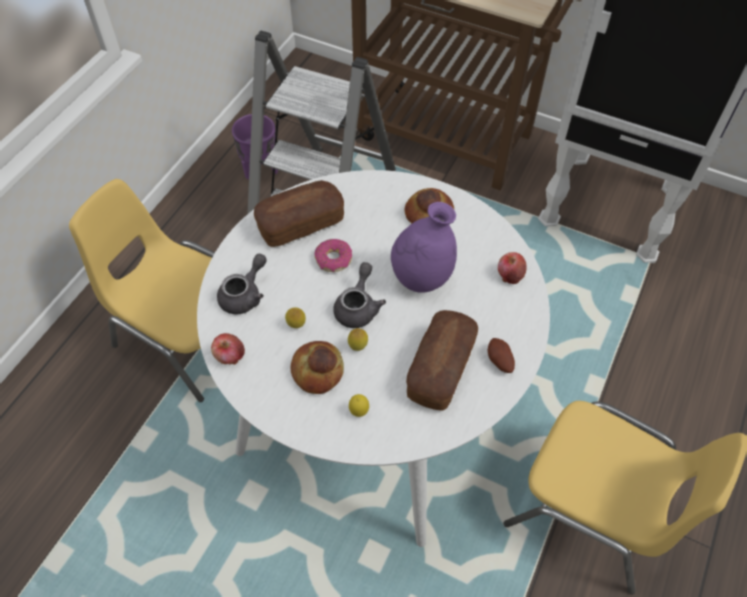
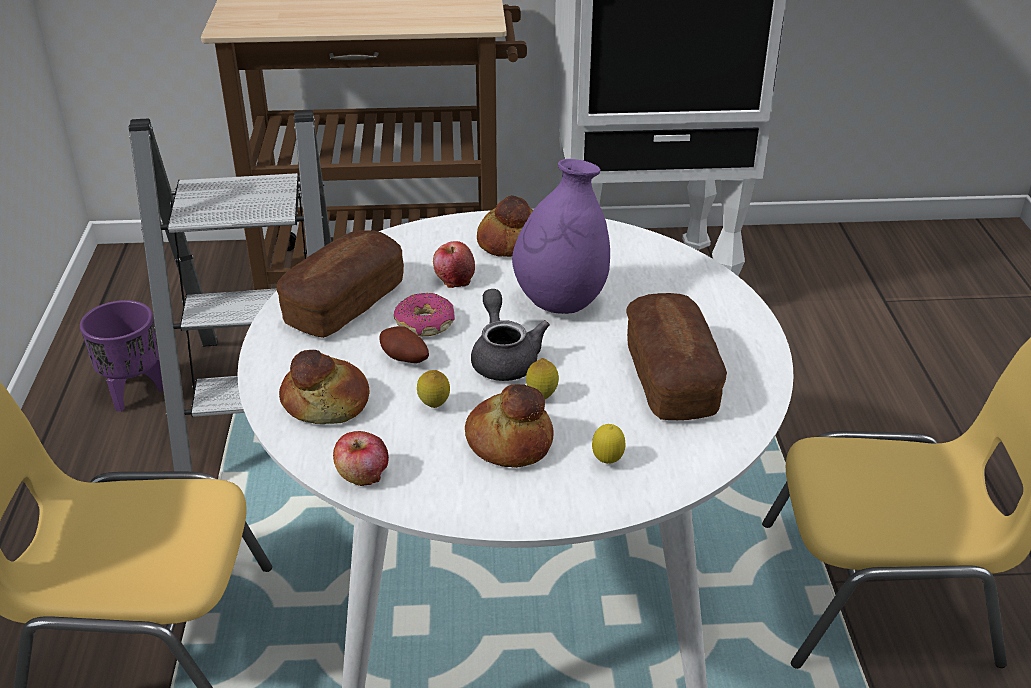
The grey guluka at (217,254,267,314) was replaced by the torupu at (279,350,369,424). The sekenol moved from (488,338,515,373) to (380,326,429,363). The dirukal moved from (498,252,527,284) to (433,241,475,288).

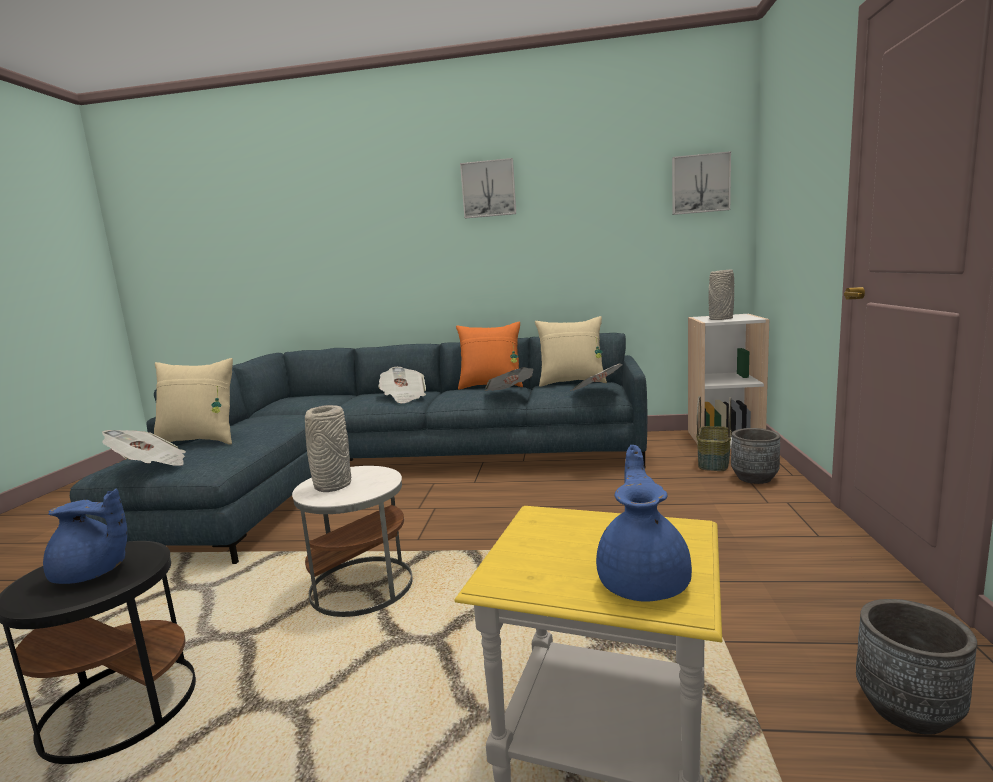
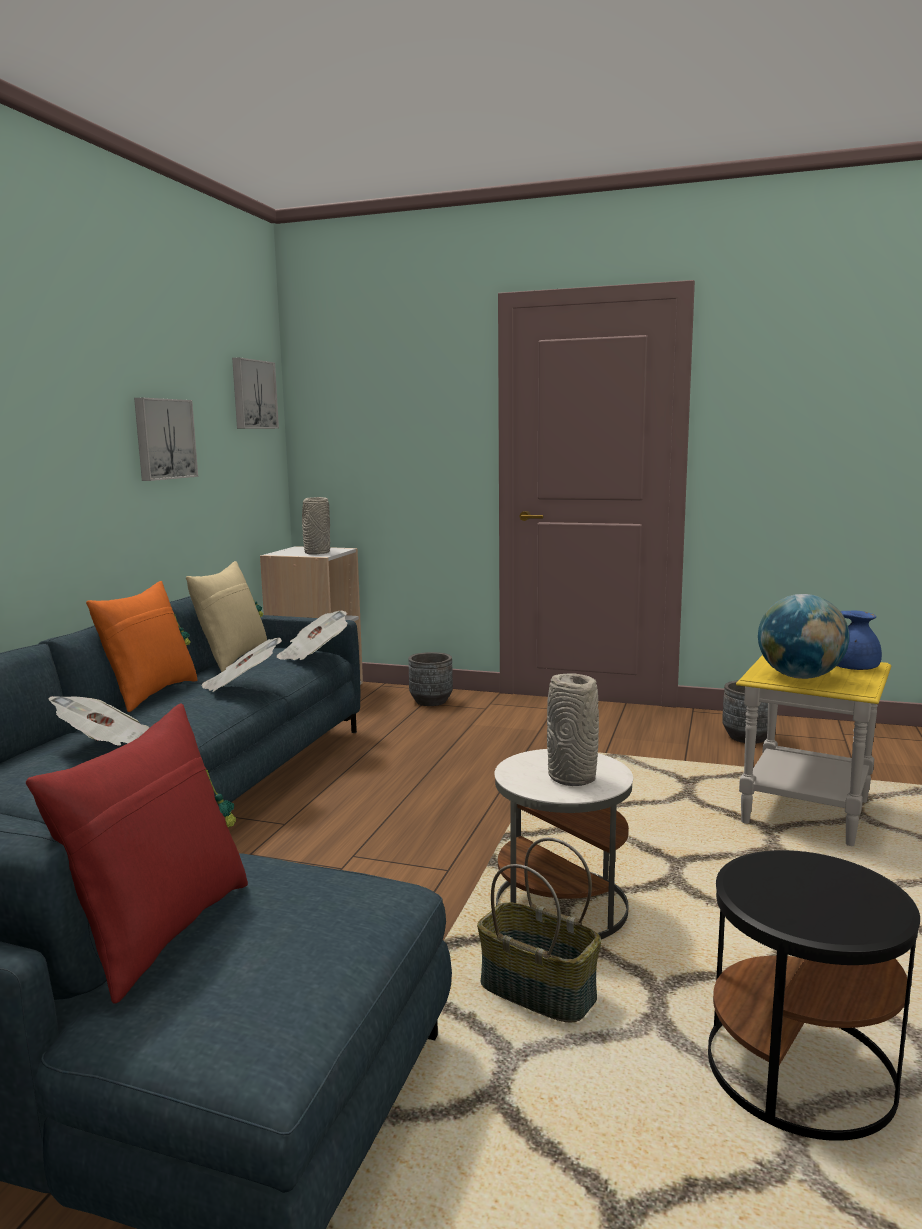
The blue guluka at (43,489,127,584) disappeared. The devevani at (102,430,186,466) disappeared. The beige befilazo at (154,358,233,445) became the red befilazo at (26,704,248,1003). The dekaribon moved from (460,158,516,218) to (134,398,198,481). The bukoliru moved from (696,396,732,471) to (477,837,601,1023). The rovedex at (758,594,849,679) appeared.

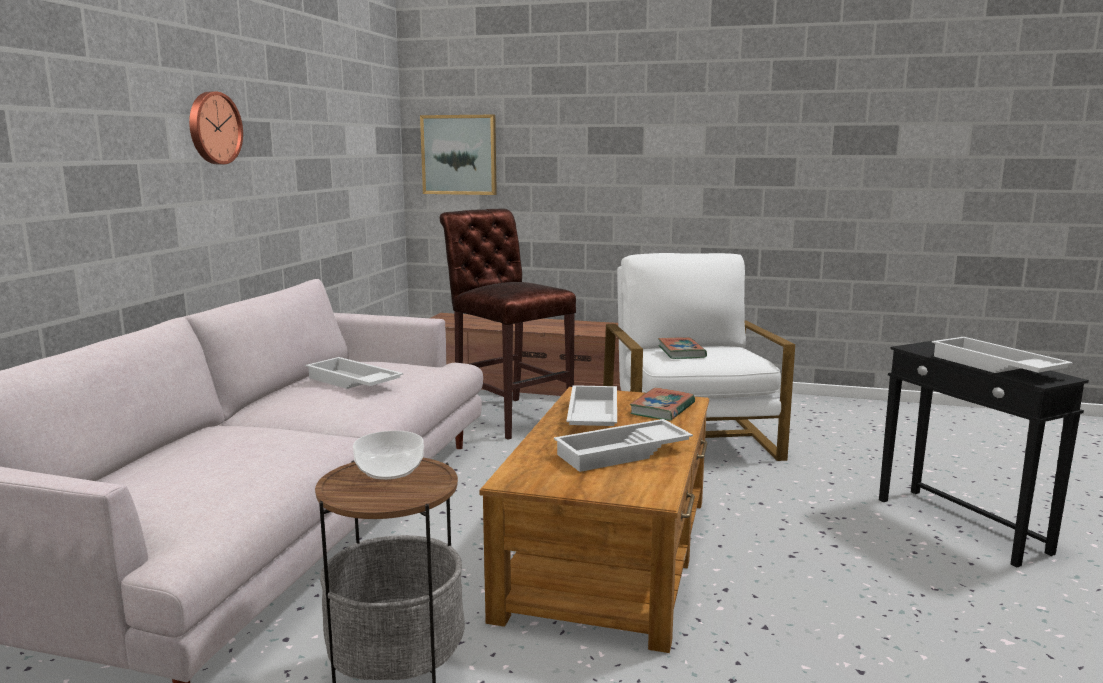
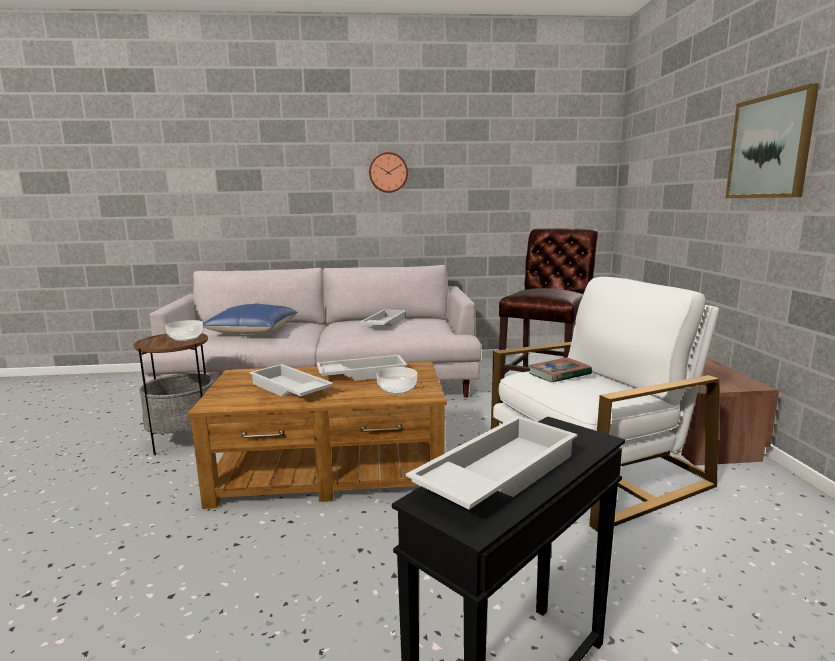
The dekaribon moved from (420,115,497,195) to (726,83,819,198). The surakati at (629,387,695,421) was replaced by the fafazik at (377,367,418,395). The blue befilazo at (203,304,298,334) appeared.

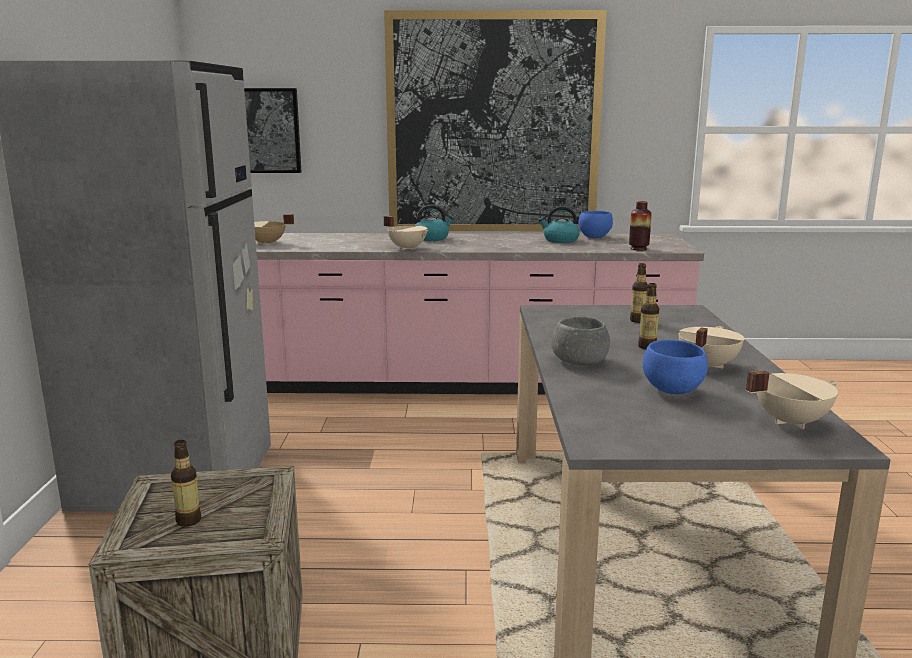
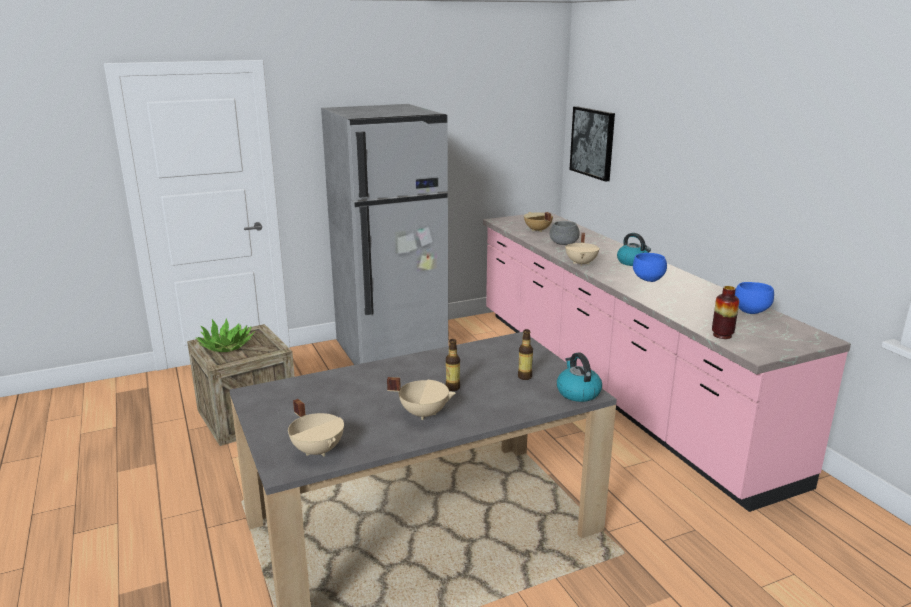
The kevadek at (171,440,201,527) was replaced by the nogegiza at (195,318,255,352). The dekaribon at (384,10,607,232) disappeared. The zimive moved from (539,206,580,243) to (557,353,602,402). The grey fafazik moved from (551,316,610,365) to (550,221,580,245). The blue fafazik moved from (643,340,708,394) to (633,253,667,282).

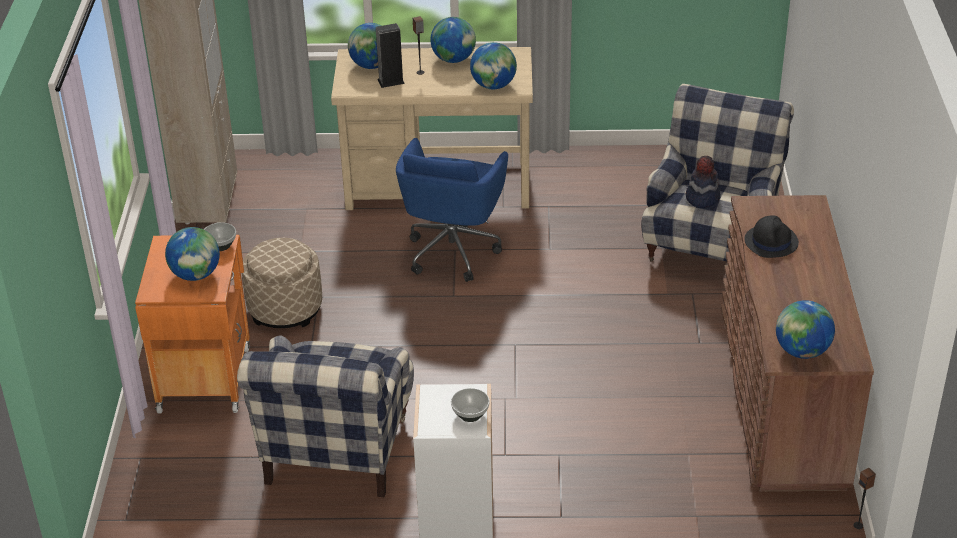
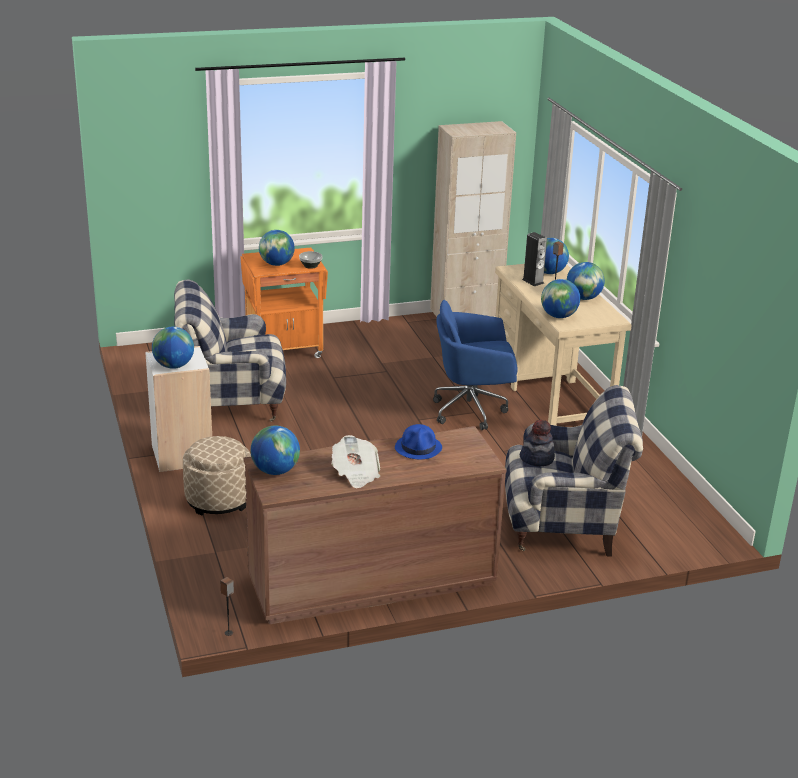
The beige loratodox moved from (242,238,322,328) to (183,436,251,515). The fafazik at (451,388,490,422) was replaced by the rovedex at (152,327,194,369). The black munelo at (744,215,799,258) became the blue munelo at (395,424,442,459). The devevani at (331,435,380,488) appeared.

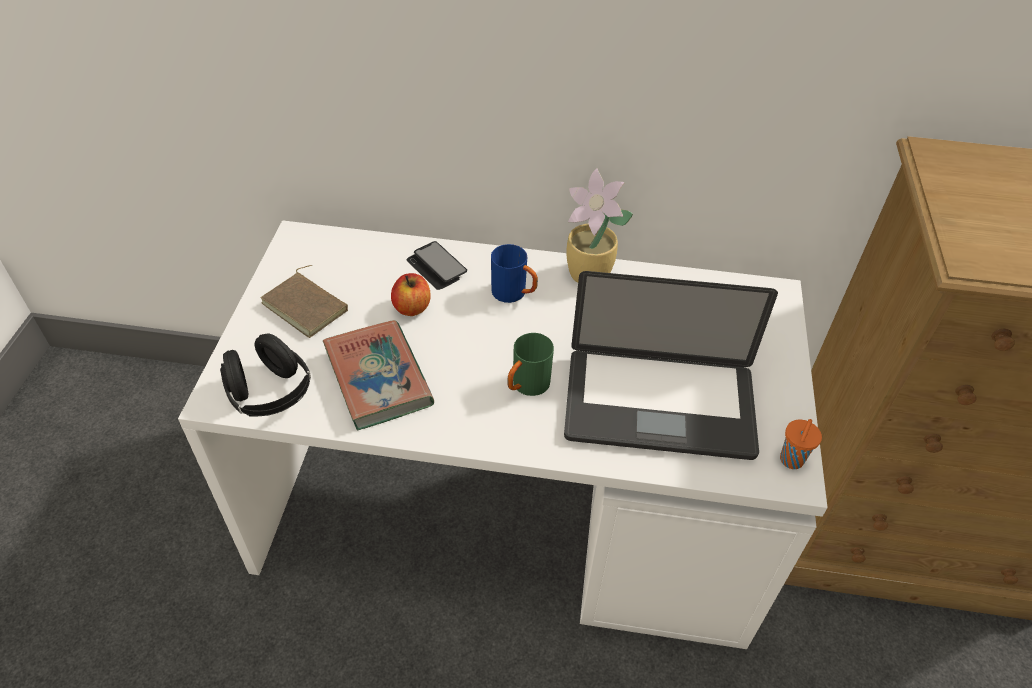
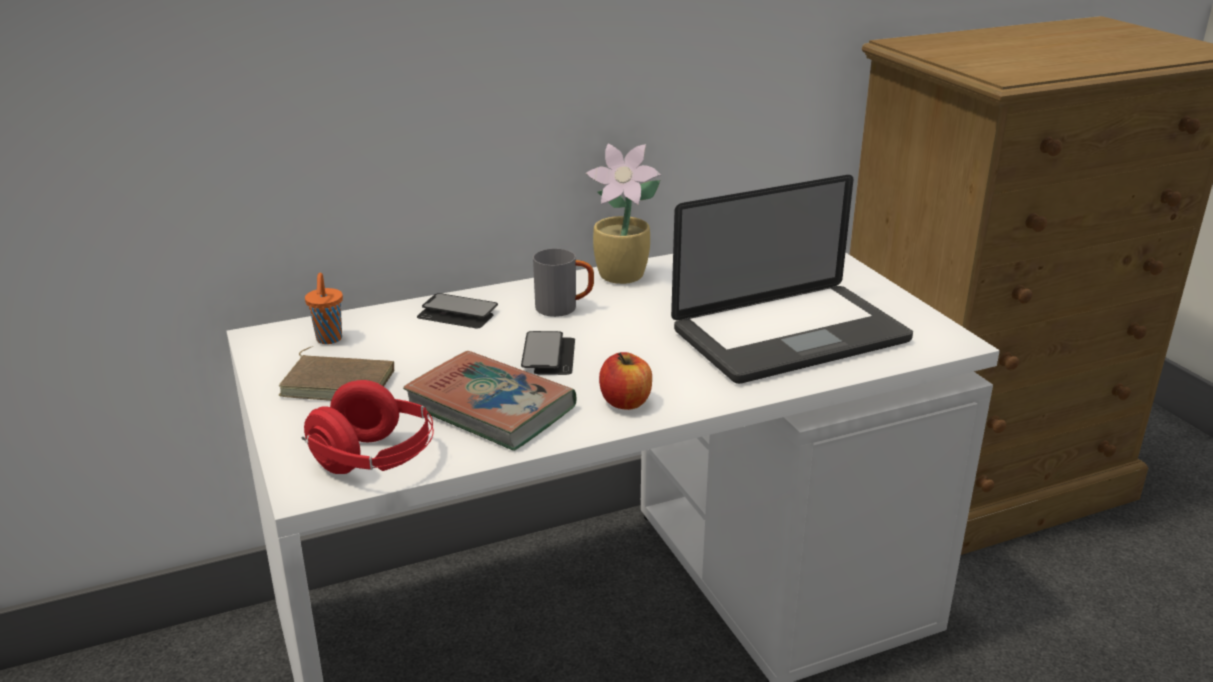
The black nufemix at (220,333,311,416) became the red nufemix at (301,380,434,474). The dirukal moved from (391,273,431,316) to (599,352,652,410). The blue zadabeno at (491,244,538,303) became the grey zadabeno at (533,249,594,317). The green zadabeno at (507,333,554,396) disappeared. The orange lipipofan moved from (780,419,822,469) to (305,272,343,344). The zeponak at (521,331,575,375) appeared.

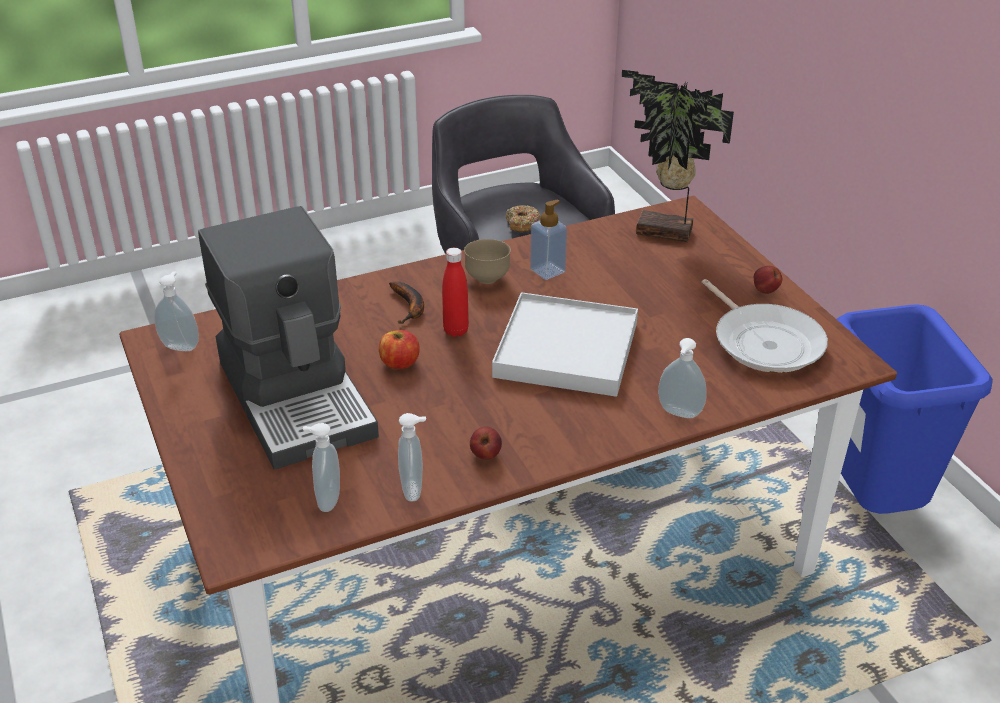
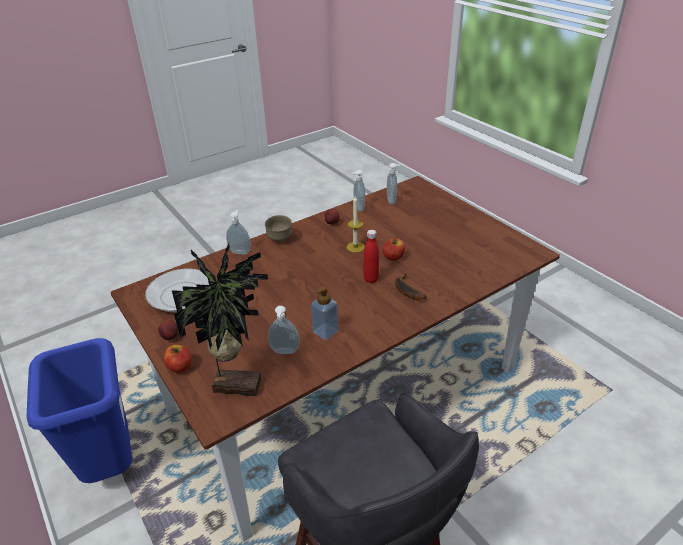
The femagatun moved from (154,271,199,351) to (268,306,300,354). The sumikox at (198,206,379,470) disappeared. The brown fafazik moved from (464,239,511,284) to (265,215,292,242). The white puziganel at (492,292,638,397) disappeared. The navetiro at (506,205,541,232) disappeared. The dirukal at (164,345,192,373) appeared. The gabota at (347,196,365,253) appeared.

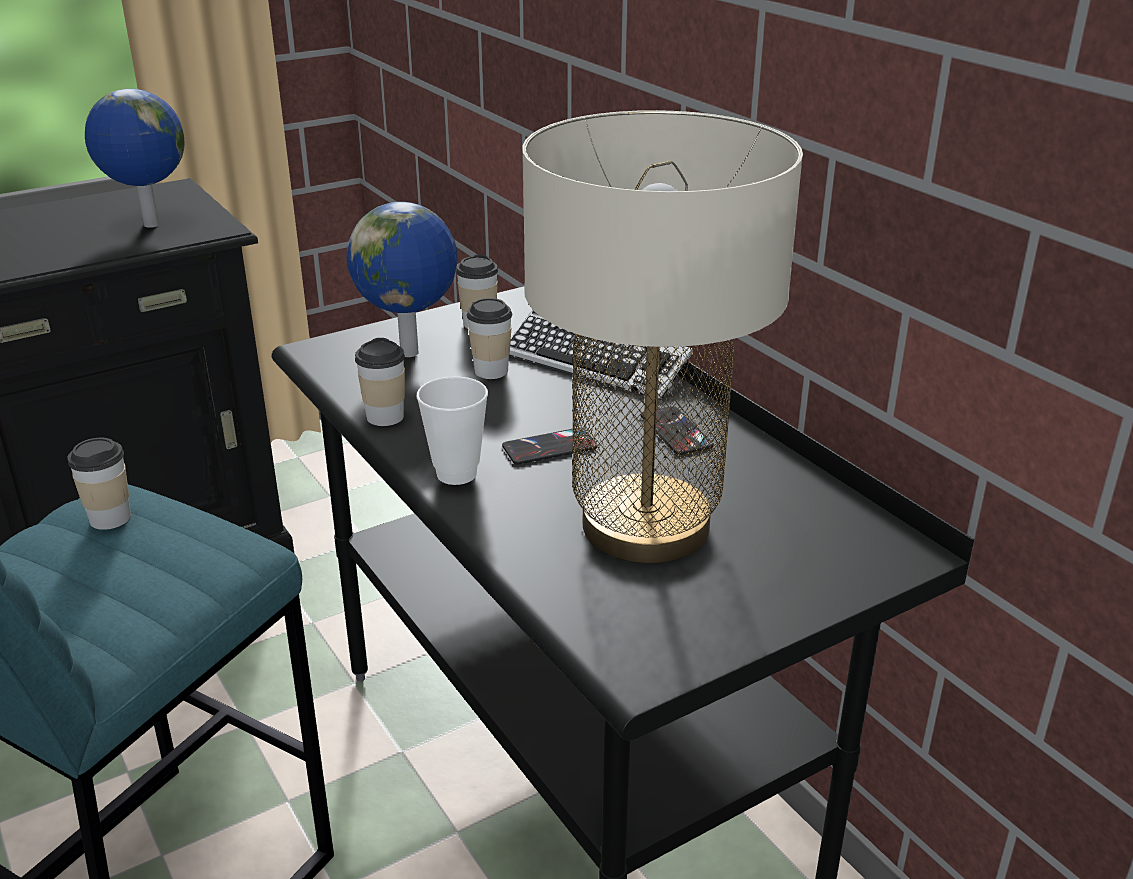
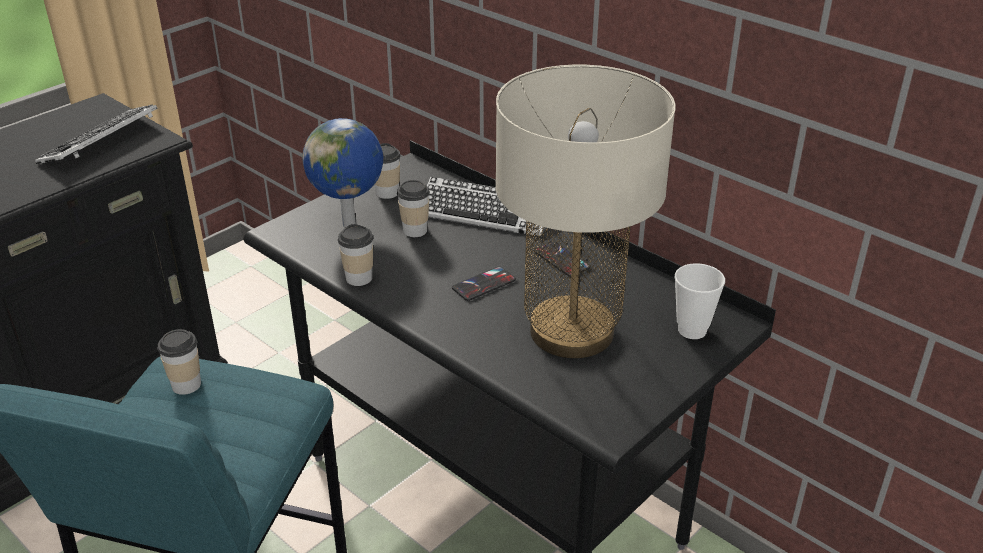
The rovedex at (85,89,185,228) was replaced by the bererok at (35,104,158,164). The lipipofan moved from (417,376,488,485) to (675,263,725,339).

